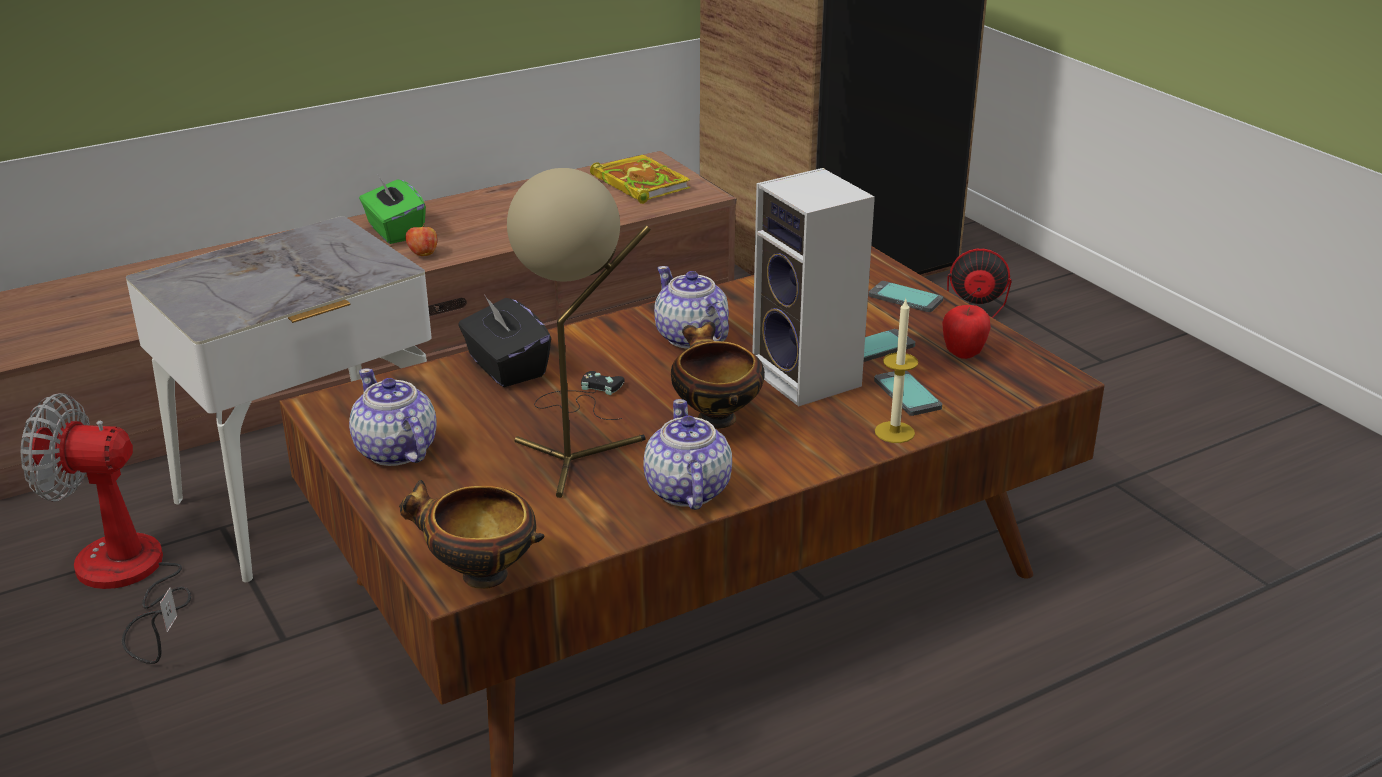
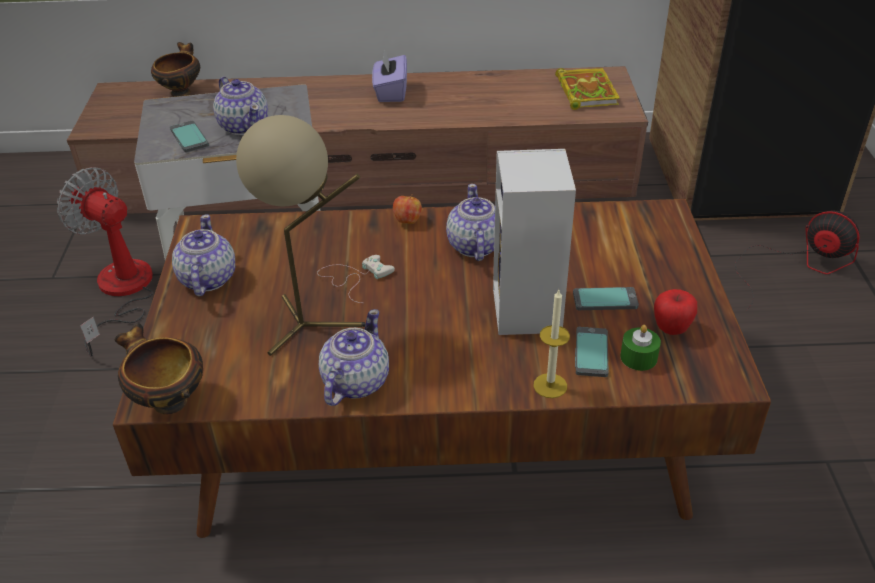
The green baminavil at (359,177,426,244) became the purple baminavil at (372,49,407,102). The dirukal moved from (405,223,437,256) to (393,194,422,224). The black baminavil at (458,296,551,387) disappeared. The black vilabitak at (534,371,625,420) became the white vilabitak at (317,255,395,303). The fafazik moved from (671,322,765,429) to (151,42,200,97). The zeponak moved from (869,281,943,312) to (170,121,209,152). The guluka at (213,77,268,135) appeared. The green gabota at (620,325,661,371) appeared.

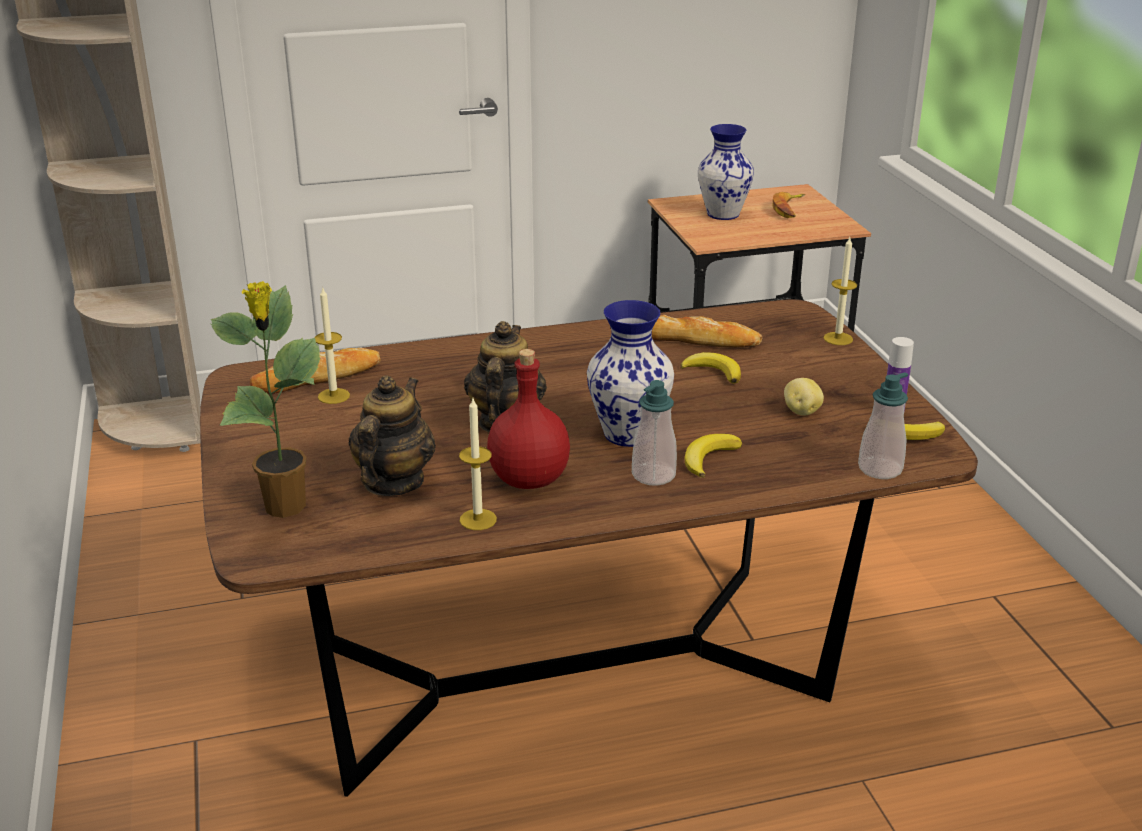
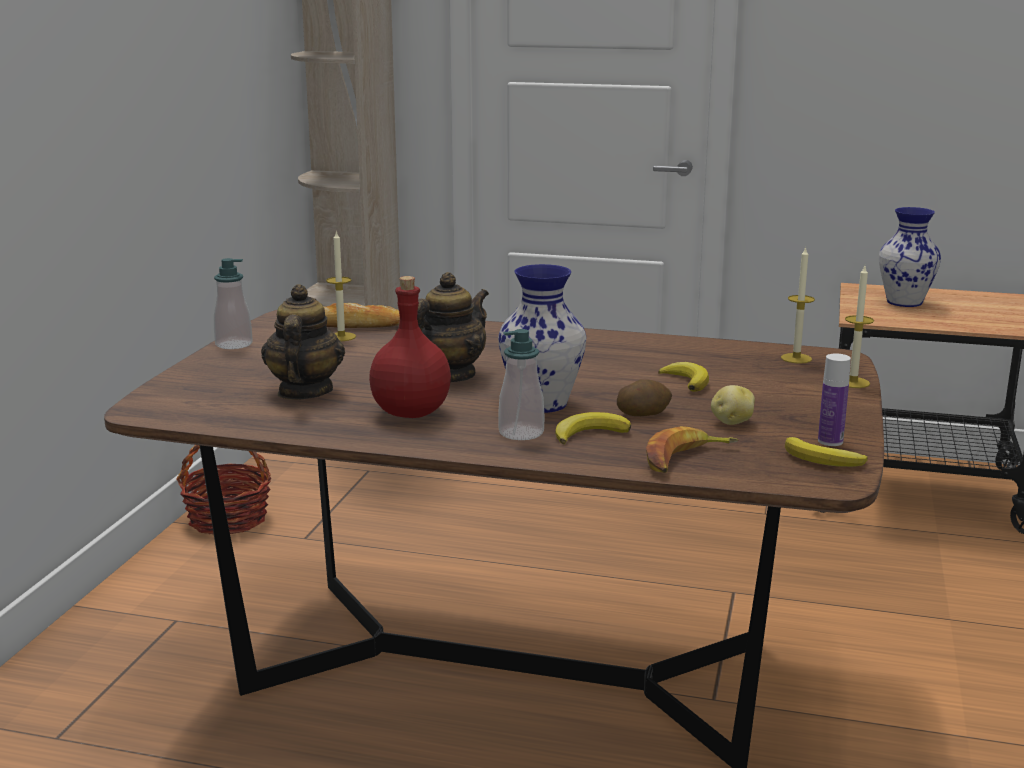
The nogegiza at (211,281,320,518) disappeared. The guluka at (348,375,436,496) turned 45 degrees counterclockwise. The gabota moved from (459,399,497,530) to (781,247,815,364). The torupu at (652,315,762,348) disappeared. The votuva moved from (772,192,805,218) to (646,426,738,473). The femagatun moved from (858,372,908,479) to (214,258,253,349). The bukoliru at (177,445,271,534) appeared. The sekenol at (617,379,672,416) appeared.

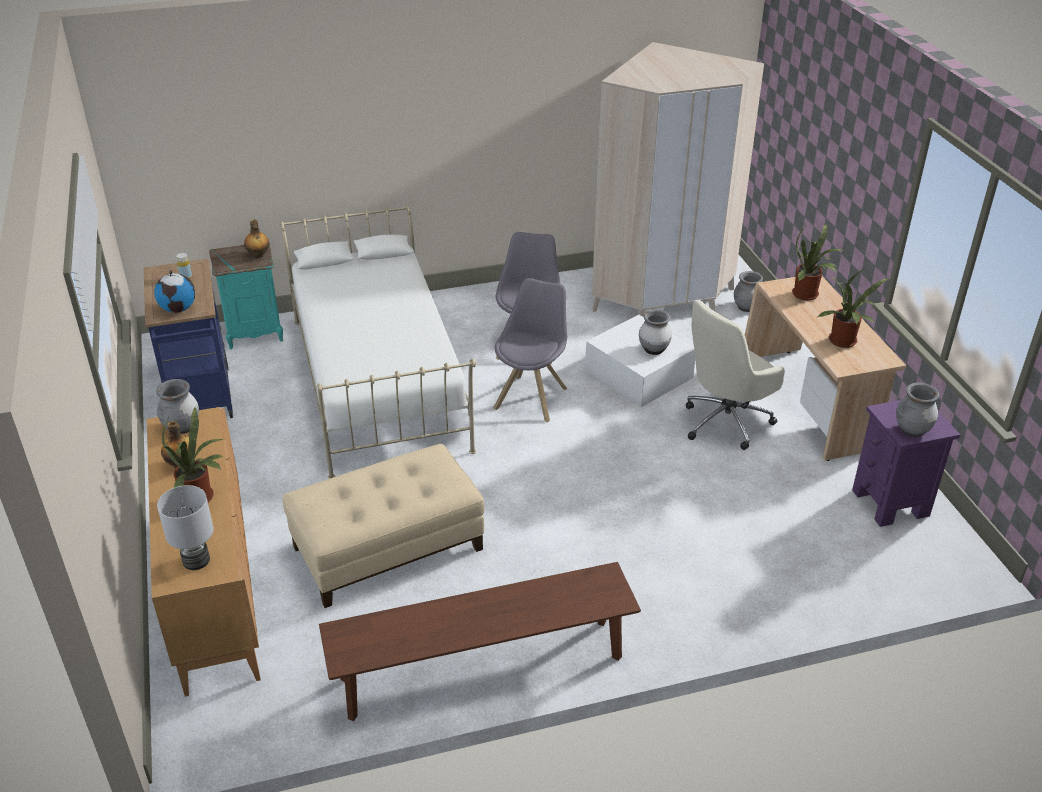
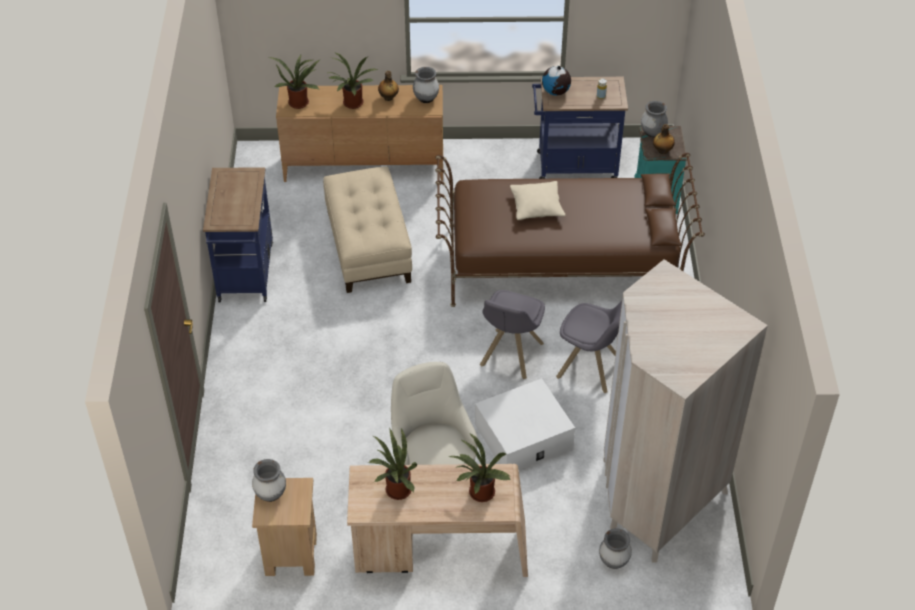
The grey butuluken at (157,485,214,570) was replaced by the nogegiza at (269,55,321,109). The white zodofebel at (280,205,476,479) became the brown zodofebel at (435,153,705,307). The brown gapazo at (319,562,641,721) was replaced by the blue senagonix at (203,167,273,302). The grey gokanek at (493,278,567,422) turned 75 degrees clockwise. The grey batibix moved from (639,309,672,355) to (641,101,668,138). The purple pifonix at (852,400,960,527) became the beige pifonix at (252,478,317,576). The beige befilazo at (510,181,566,220) appeared.

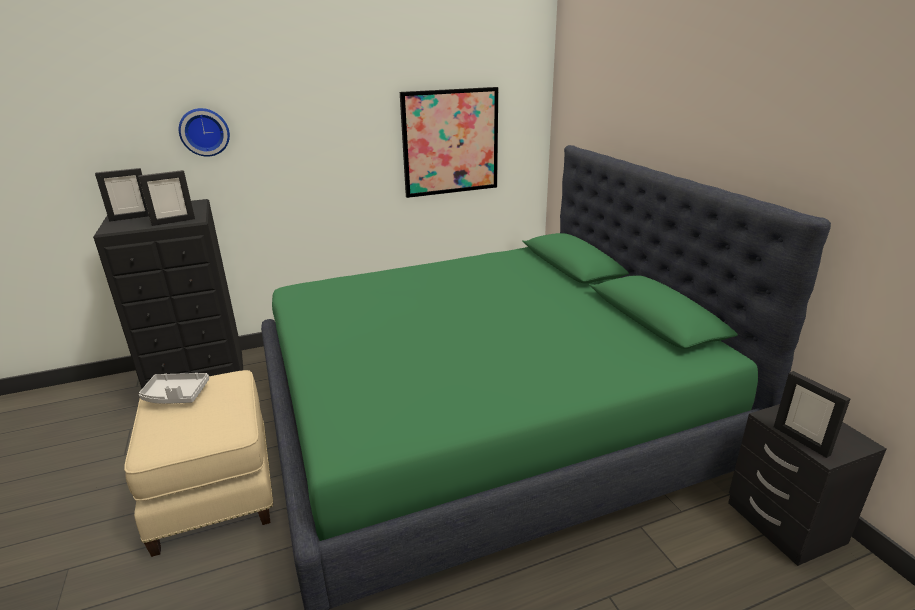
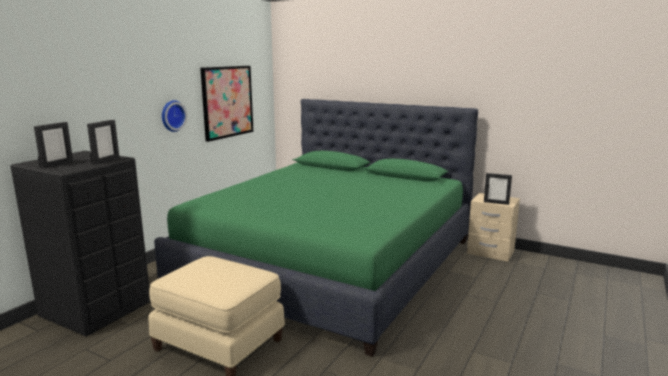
The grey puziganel at (139,373,209,404) disappeared. The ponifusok moved from (179,108,230,157) to (162,100,187,132). The black pifonix at (728,404,886,566) became the beige pifonix at (467,193,520,262).

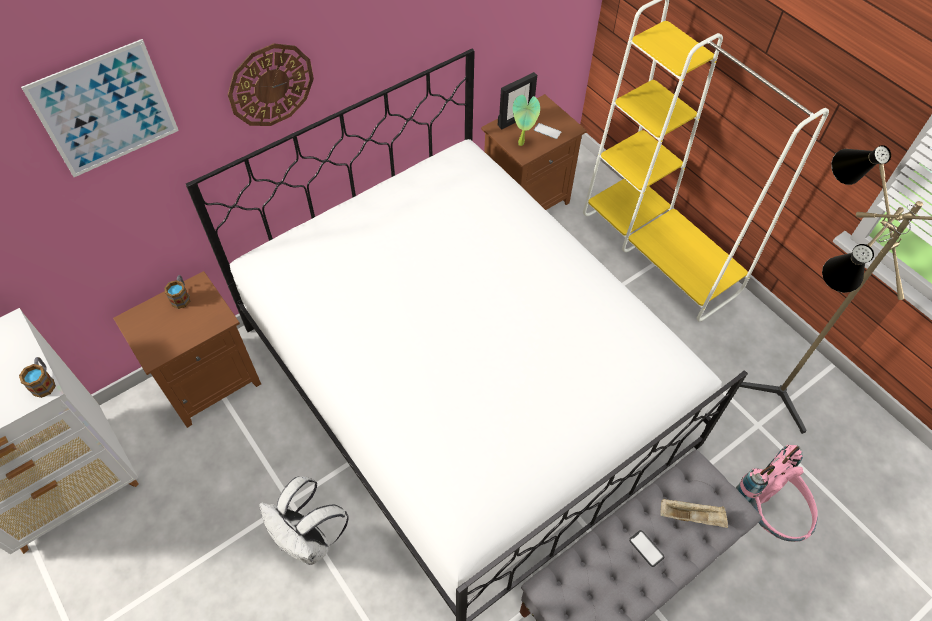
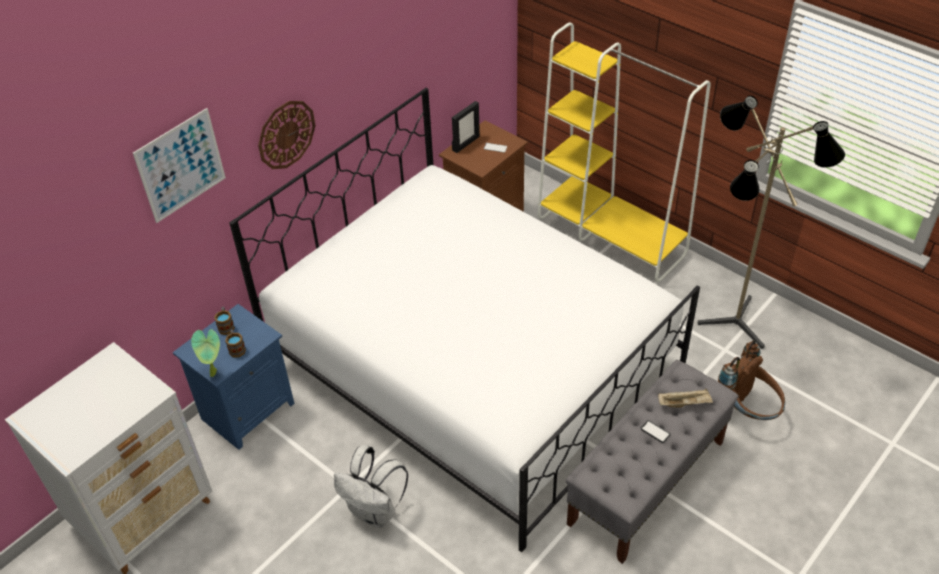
The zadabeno moved from (19,357,56,398) to (225,329,246,358). The brown pifonix at (113,271,261,428) became the blue pifonix at (173,304,294,450). The nogegiza moved from (513,95,540,146) to (191,329,220,377). The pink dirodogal at (736,445,818,542) became the brown dirodogal at (718,340,785,420).

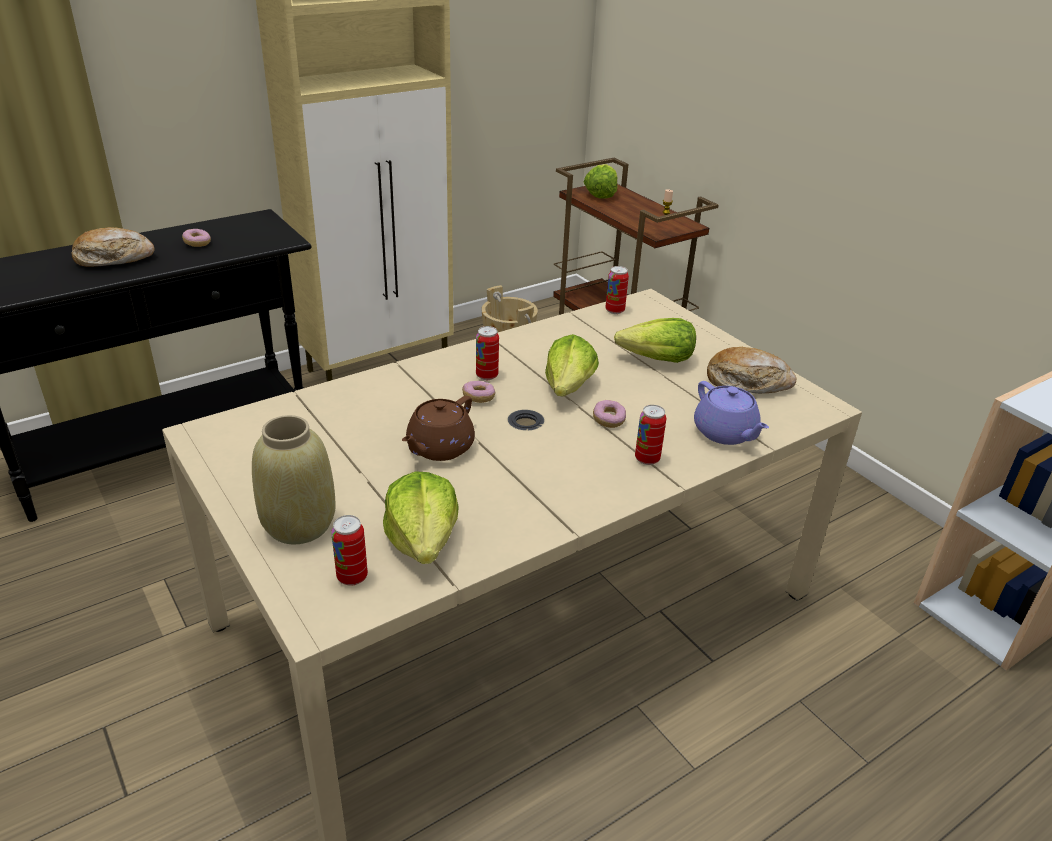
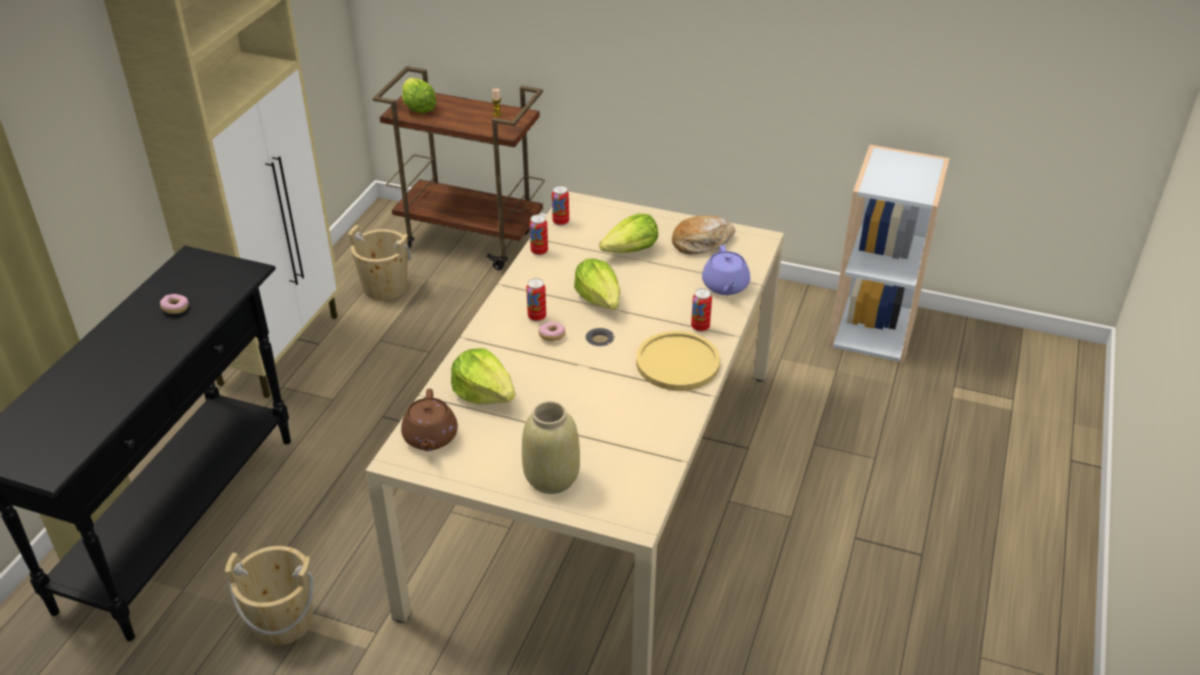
The torupu at (71,227,154,267) disappeared. The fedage moved from (331,515,368,586) to (530,214,548,255). The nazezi moved from (383,471,459,564) to (451,348,515,404). The brown guluka moved from (402,396,475,461) to (401,389,458,451). The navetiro at (593,400,626,428) disappeared. The purple guluka at (694,381,769,445) turned 60 degrees clockwise. The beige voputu at (225,546,313,645) appeared. The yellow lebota at (636,331,720,391) appeared.

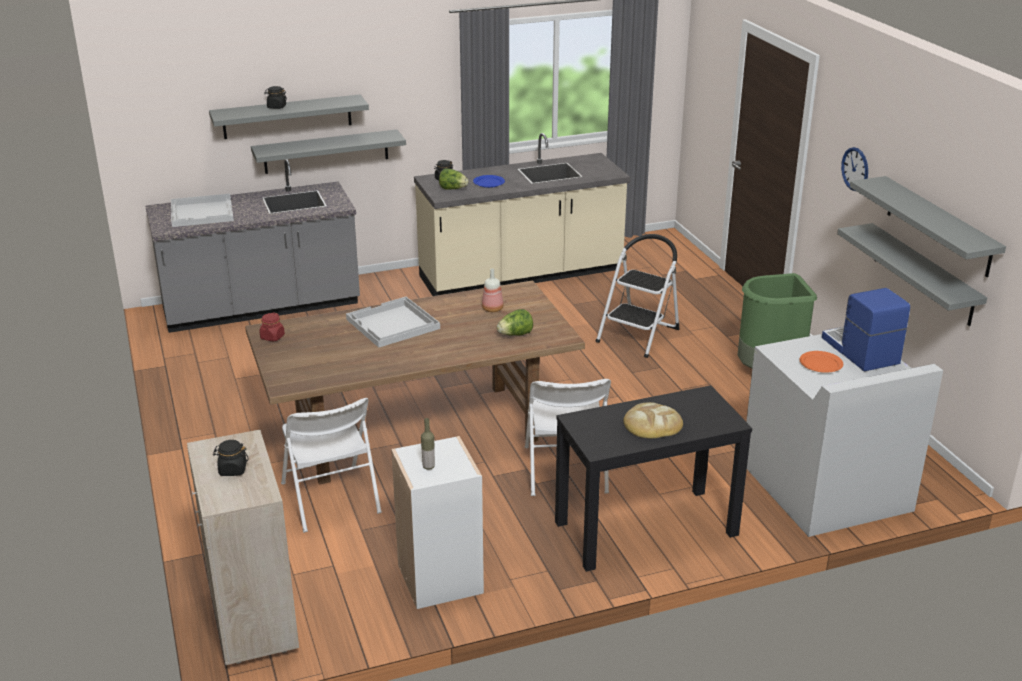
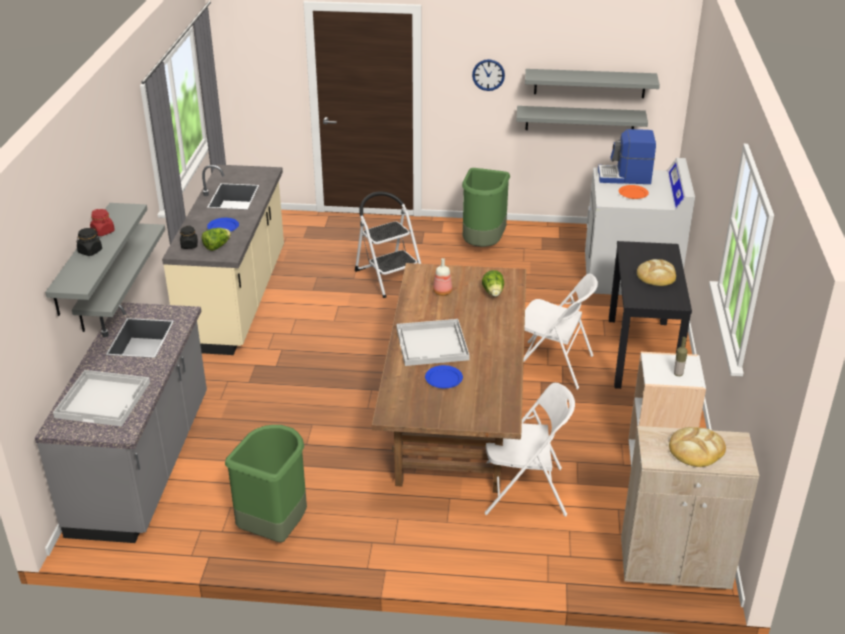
The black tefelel at (213,440,249,476) was replaced by the torupu at (669,427,726,467). The red tefelel moved from (259,312,285,341) to (90,209,115,236). The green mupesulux at (225,425,307,542) appeared. The blue lebota at (425,365,463,388) appeared.

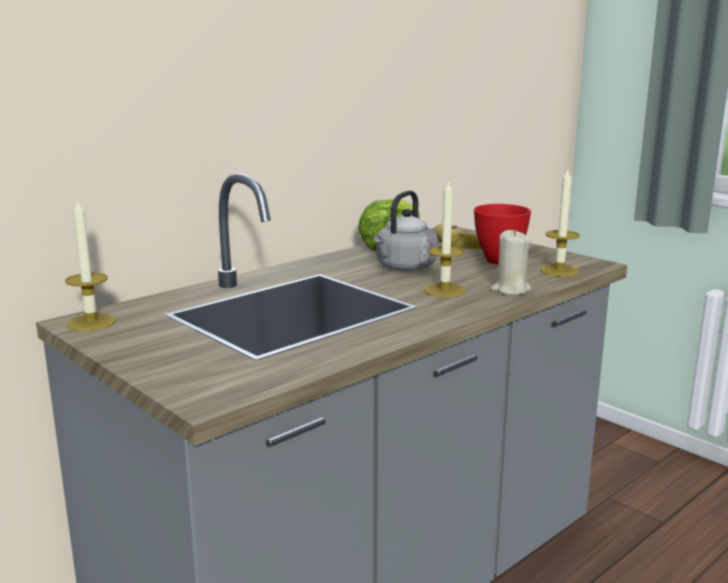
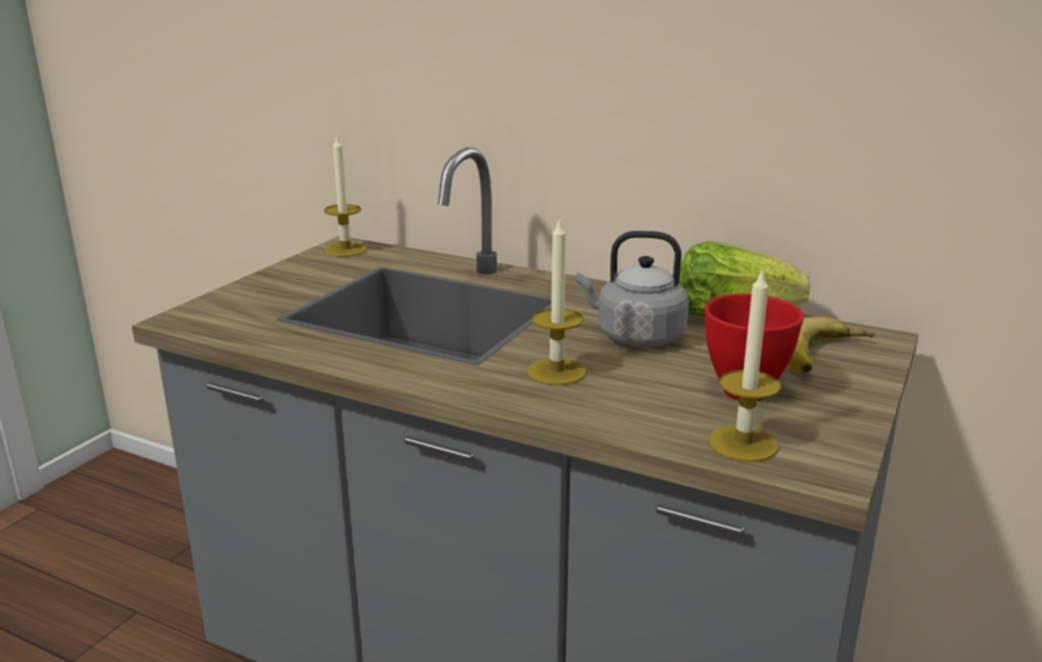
The beige gabota at (490,229,531,295) disappeared.

